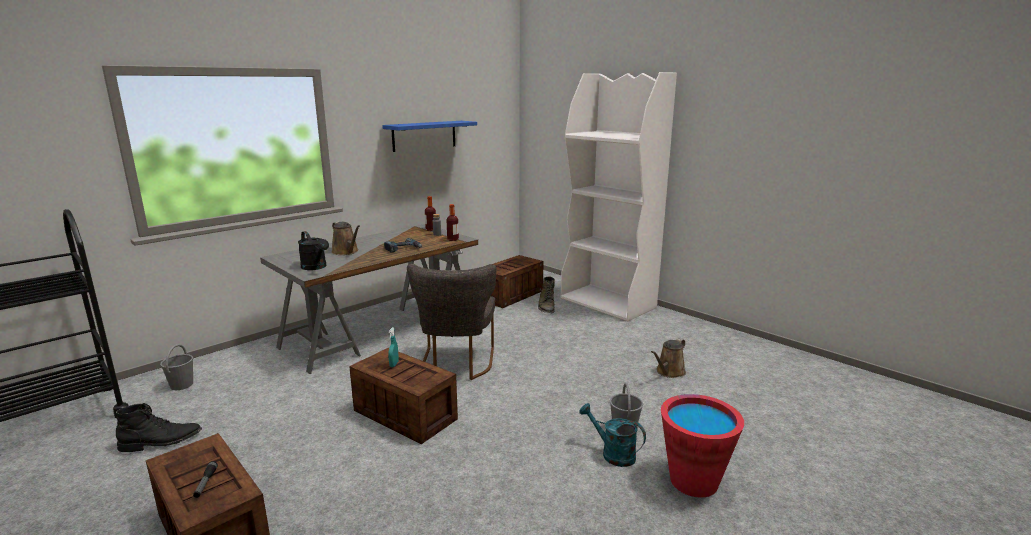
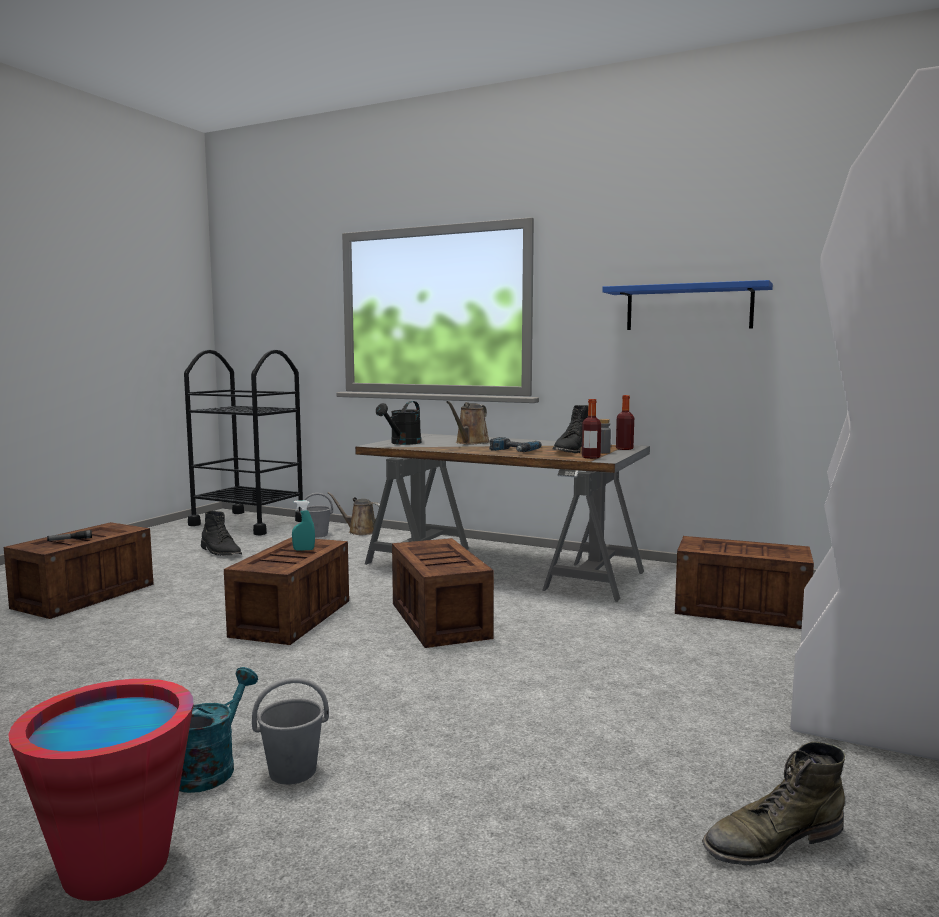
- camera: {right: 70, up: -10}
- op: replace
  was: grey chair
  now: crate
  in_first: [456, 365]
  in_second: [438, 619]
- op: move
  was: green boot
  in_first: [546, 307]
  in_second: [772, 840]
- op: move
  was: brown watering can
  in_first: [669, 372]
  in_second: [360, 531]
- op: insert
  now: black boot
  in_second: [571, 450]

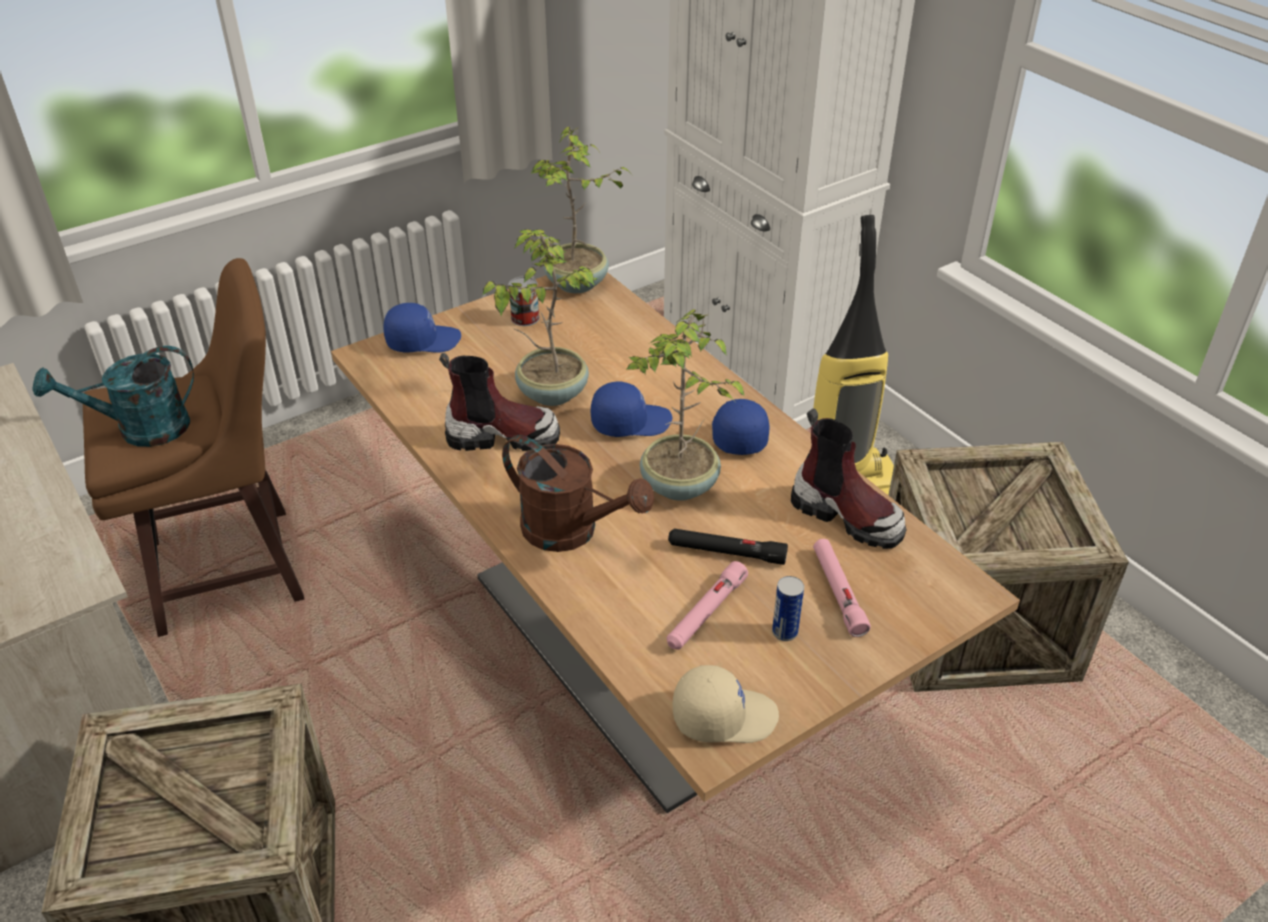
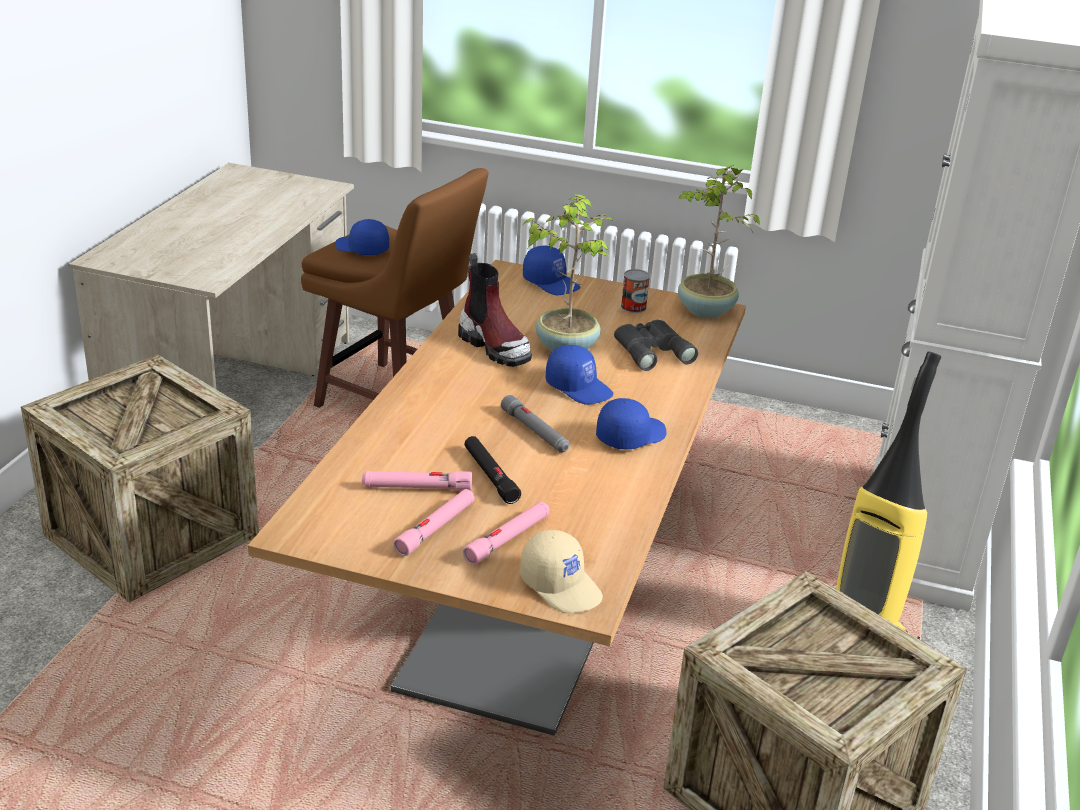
- camera: {right: 50, up: -10}
- op: replace
  was: turquoise watering can
  now: blue cap
  in_first: [140, 430]
  in_second: [361, 249]
- op: delete
  was: brown watering can
  in_first: [572, 531]
- op: replace
  was: potted plant
  now: grey flashlight
  in_first: [678, 487]
  in_second: [535, 431]
- op: move
  was: beige cap
  in_first: [724, 715]
  in_second: [561, 585]
- op: replace
  was: can
  now: pink flashlight
  in_first: [785, 632]
  in_second: [436, 528]
- op: delete
  was: boot
  in_first: [847, 515]
- op: insert
  now: grey binoculars
  in_second: [651, 350]

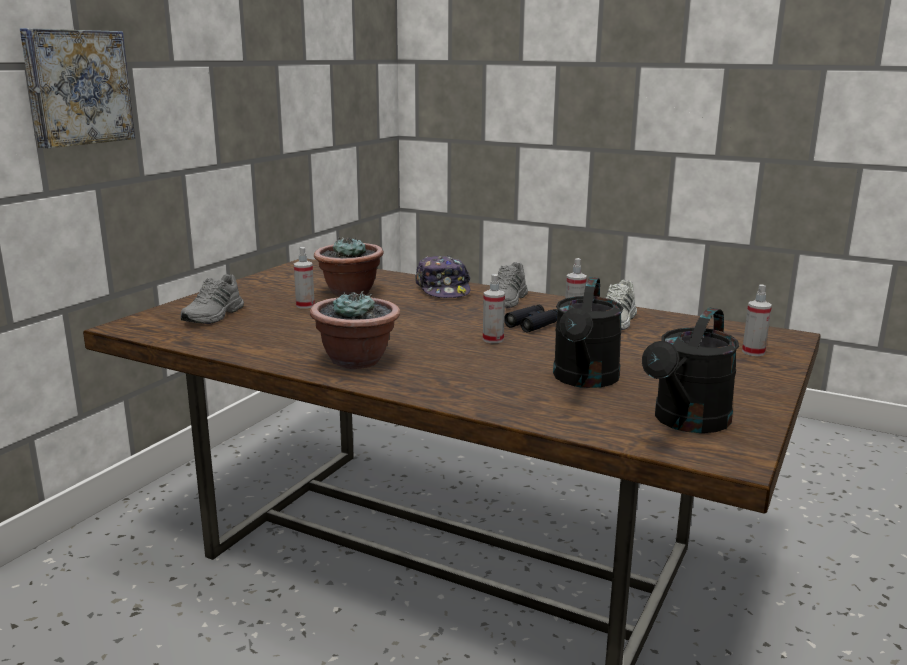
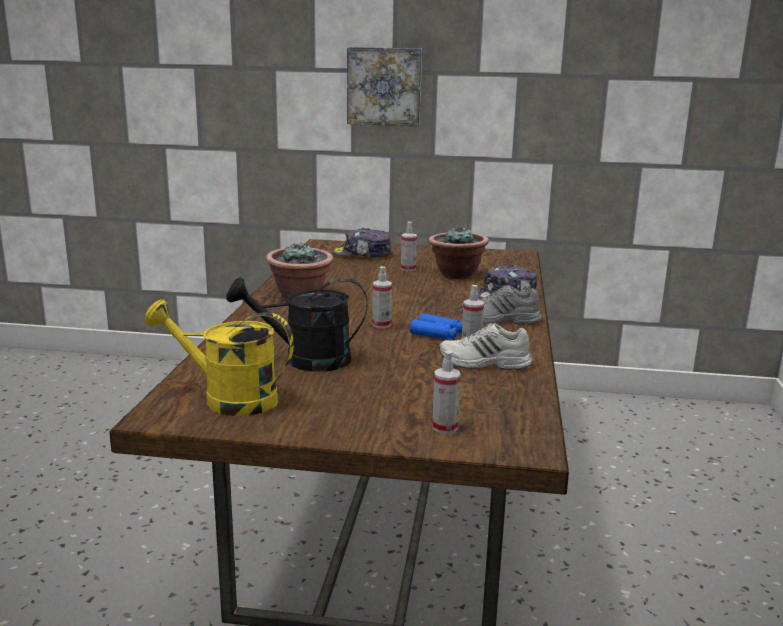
- camera: {right: 70, up: 0}
- op: replace
  was: grey shoe
  now: cap
  in_first: [214, 315]
  in_second: [362, 255]
- op: recolor
  was: black binoculars
  now: blue binoculars
  in_first: [533, 324]
  in_second: [437, 333]
- op: recolor
  was: black watering can
  now: yellow watering can
  in_first: [687, 422]
  in_second: [228, 399]

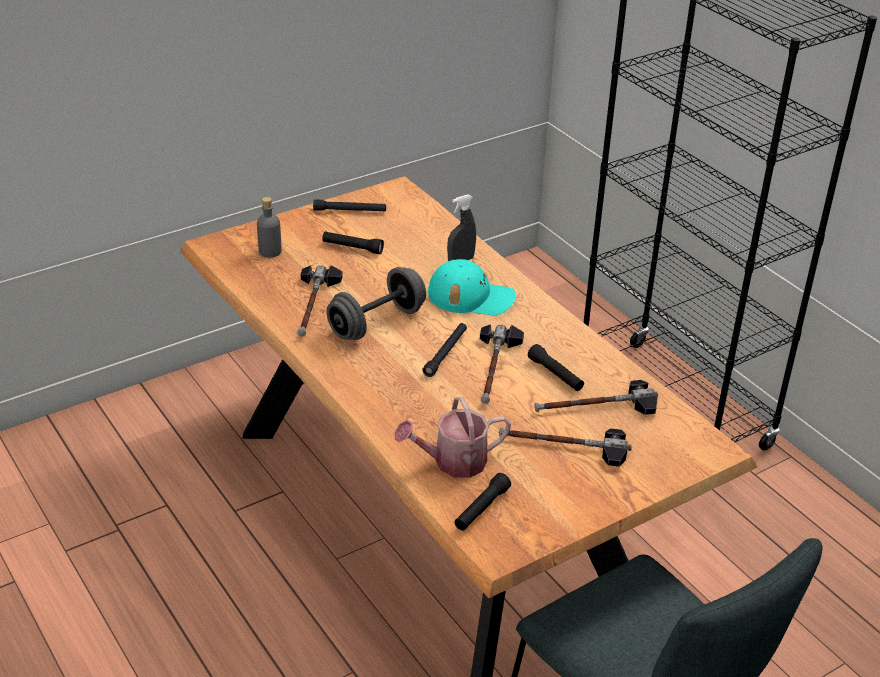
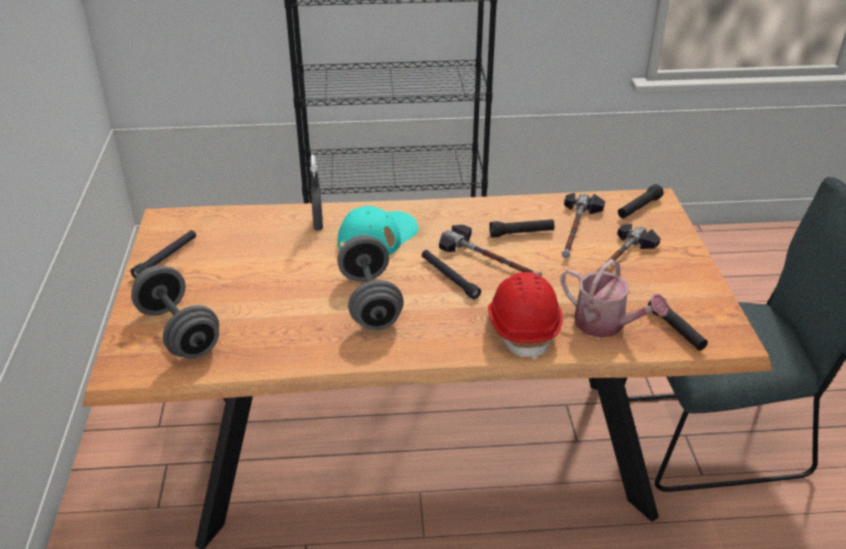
- camera: {right: -60, up: 0}
- op: replace
  was: grey bottle
  now: grey dumbbell
  in_first: [270, 251]
  in_second: [179, 332]
- op: delete
  was: hammer
  in_first: [314, 305]
- op: move
  was: black flashlight
  in_first: [352, 248]
  in_second: [639, 208]
- op: rotate
  was: watering can
  in_first: [453, 462]
  in_second: [606, 325]
  clockwise: -60
- op: insert
  now: red hard hat
  in_second: [523, 328]

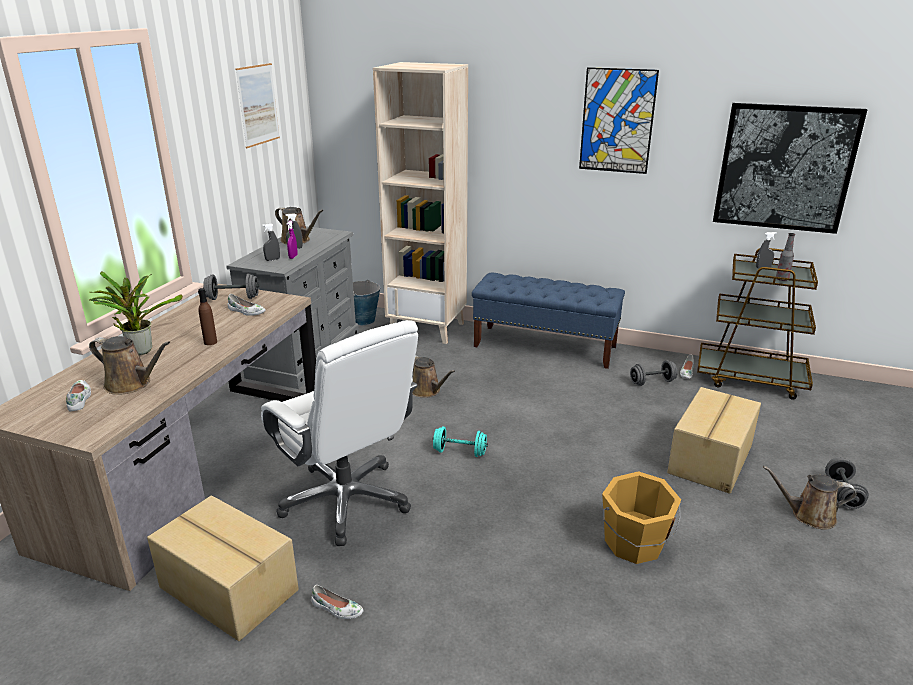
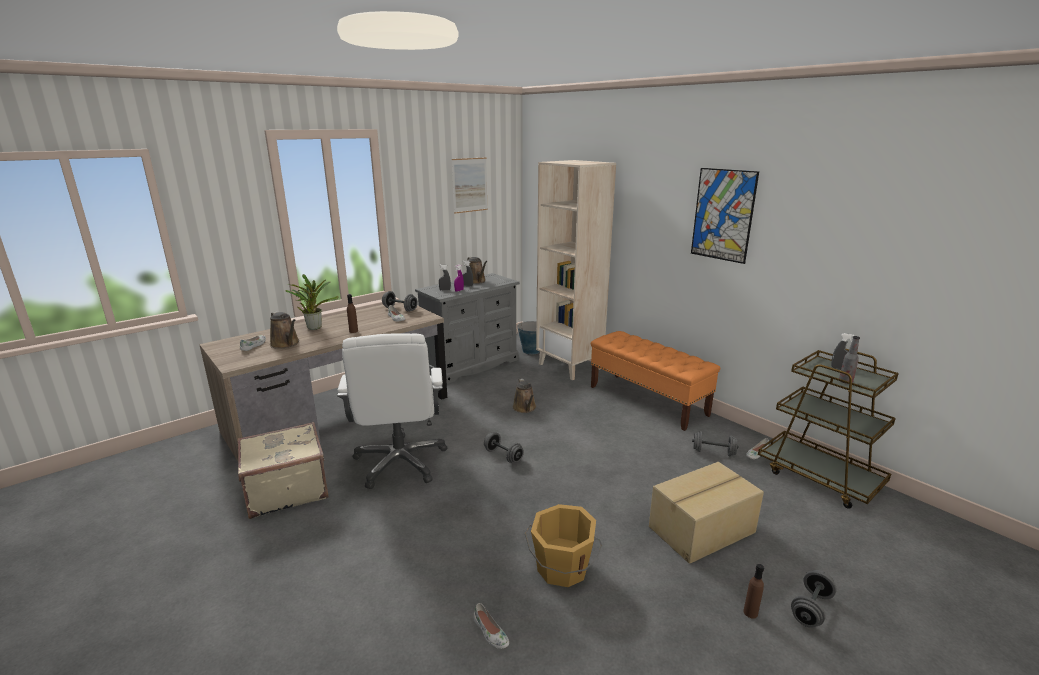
- camera: {right: 30, up: -5}
- op: replace
  was: cardboard box
  now: beige suitcase
  in_first: [228, 590]
  in_second: [286, 489]
- op: move
  was: white shoe
  in_first: [337, 609]
  in_second: [490, 632]
- op: recolor
  was: turquoise dumbbell
  now: grey dumbbell
  in_first: [460, 452]
  in_second: [503, 456]
- op: recolor
  was: blue bench
  now: orange bench
  in_first: [545, 346]
  in_second: [648, 400]
- op: delete
  was: picture
  in_first: [784, 168]
- op: replace
  was: brown watering can
  now: brown bottle
  in_first: [809, 515]
  in_second: [750, 612]

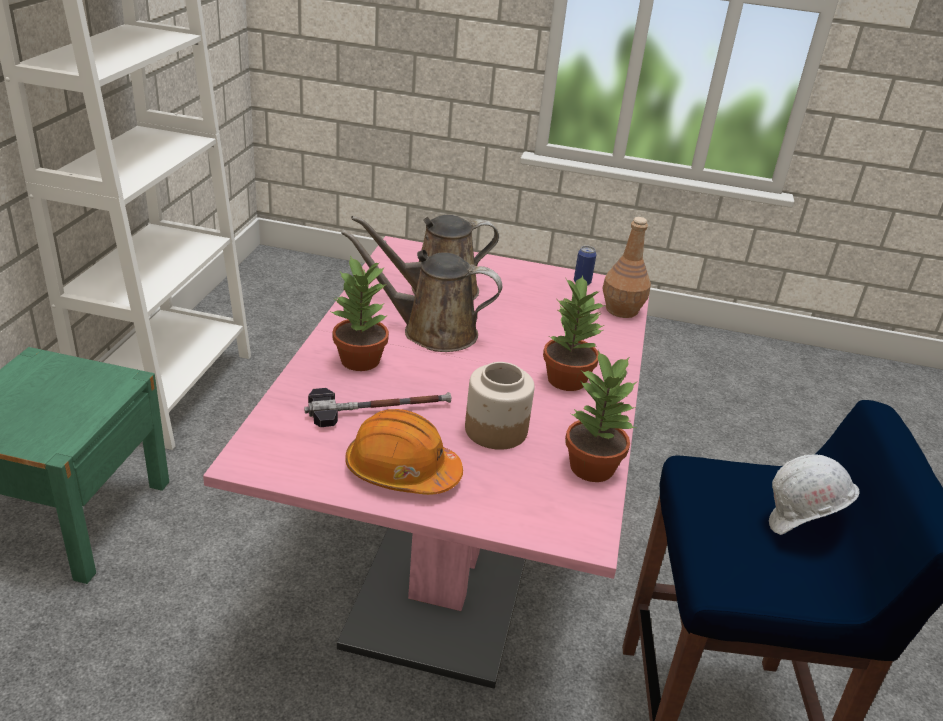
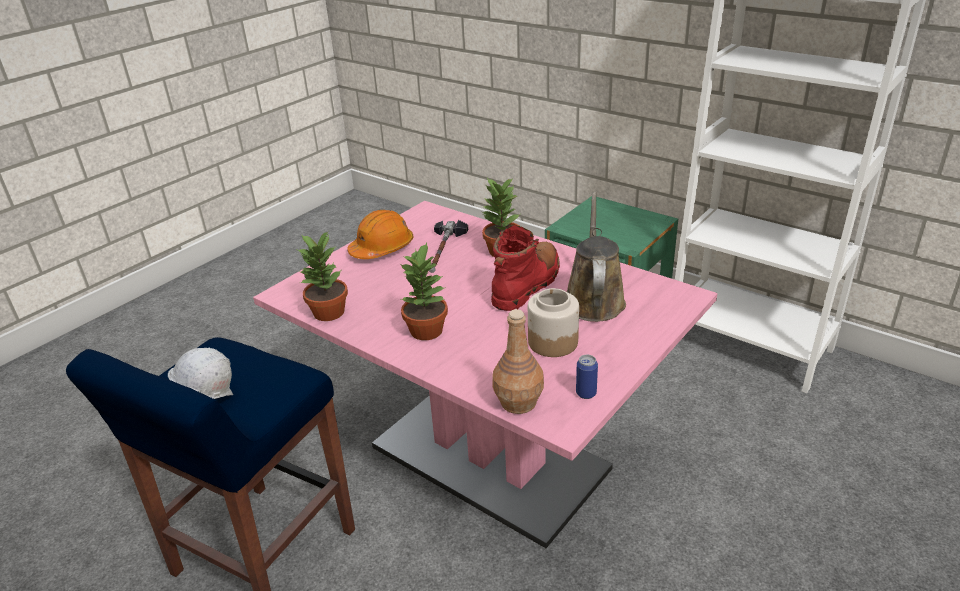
- camera: {right: 120, up: 0}
- op: replace
  was: brown watering can
  now: red boot
  in_first: [432, 331]
  in_second: [527, 285]
- op: move
  was: jar
  in_first: [495, 430]
  in_second: [552, 342]

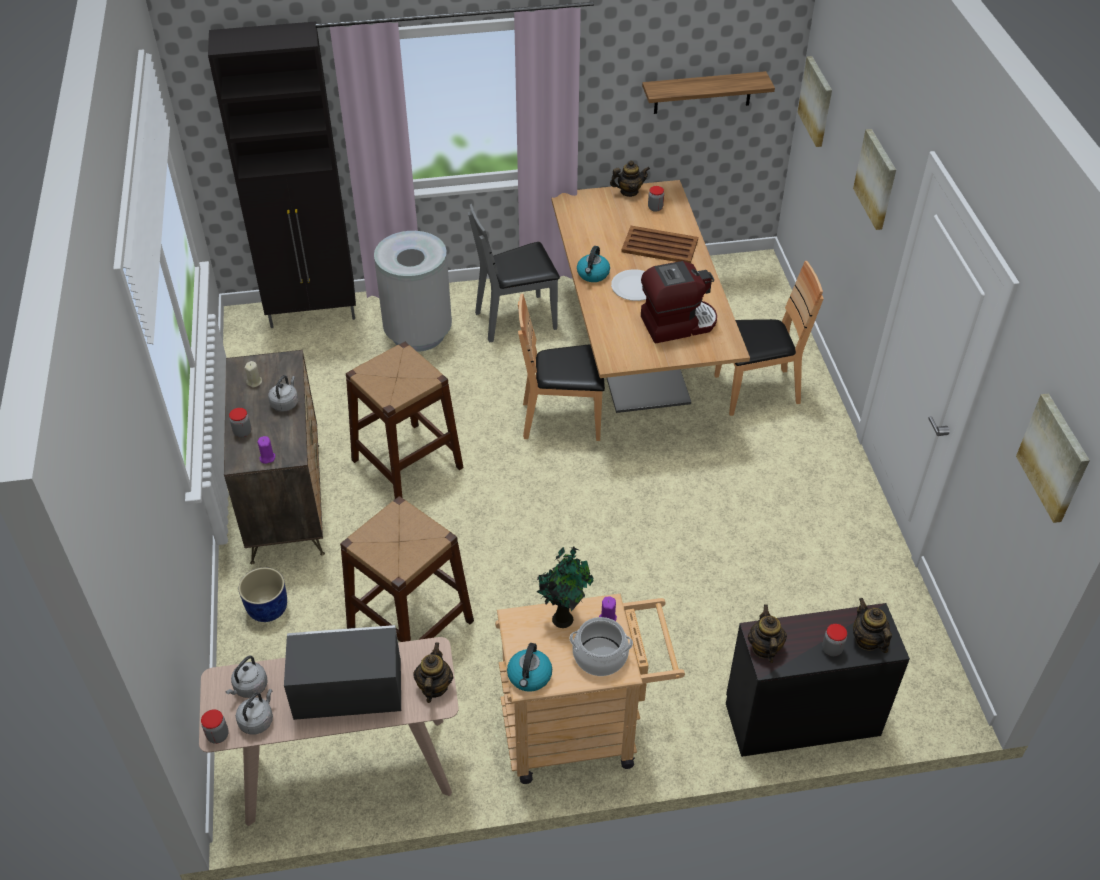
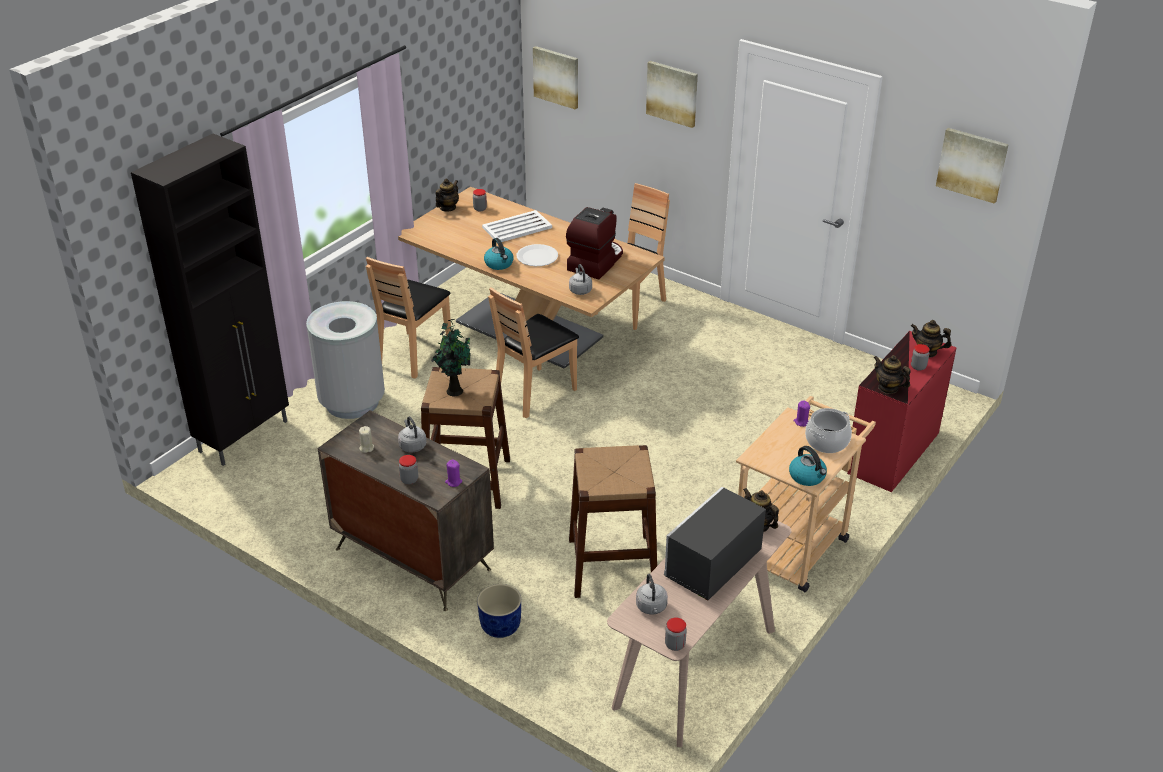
- camera: {right: -45, up: -10}
- op: move
  was: grey kettle
  in_first: [257, 720]
  in_second: [580, 290]
- op: recolor
  was: grey chair
  now: brown chair
  in_first: [516, 319]
  in_second: [414, 355]
- op: move
  was: potted plant
  in_first: [563, 617]
  in_second: [454, 390]
- op: recolor
  was: brown tray
  now: white tray
  in_first: [660, 246]
  in_second: [517, 227]
- op: delete
  was: shelf
  in_first: [703, 92]
- op: recolor
  was: black dresser
  now: red dresser
  in_first: [800, 717]
  in_second: [891, 452]

